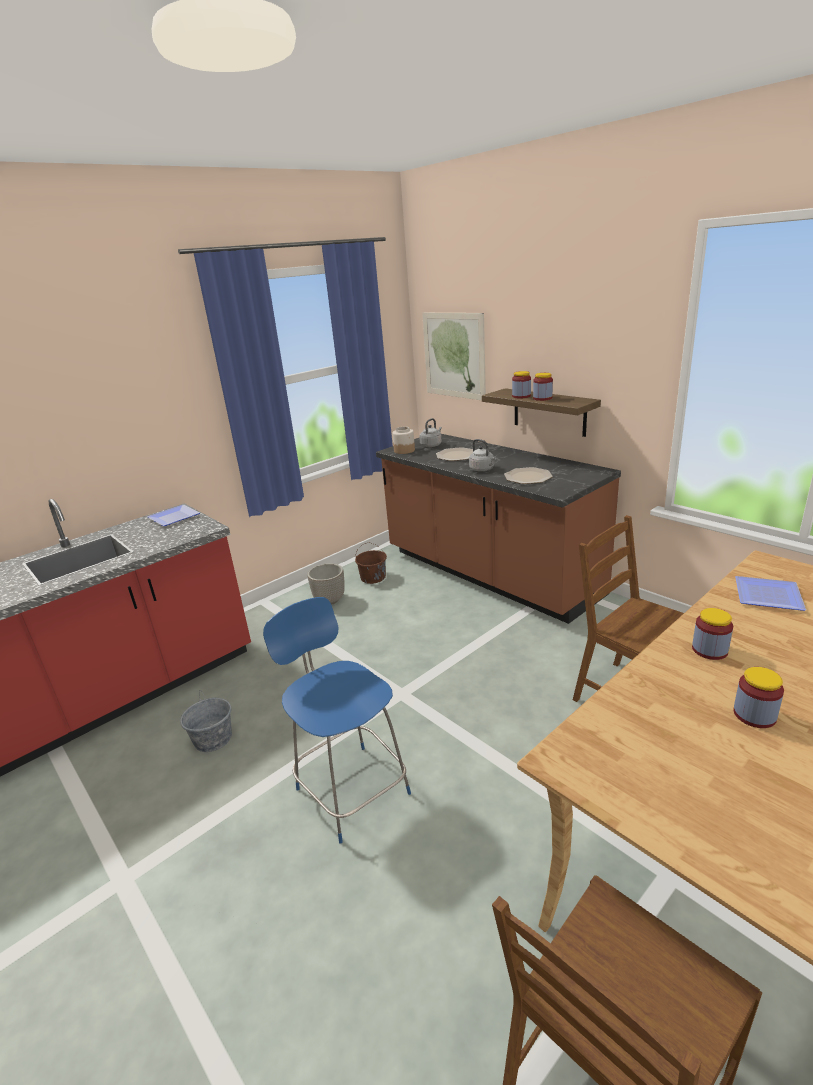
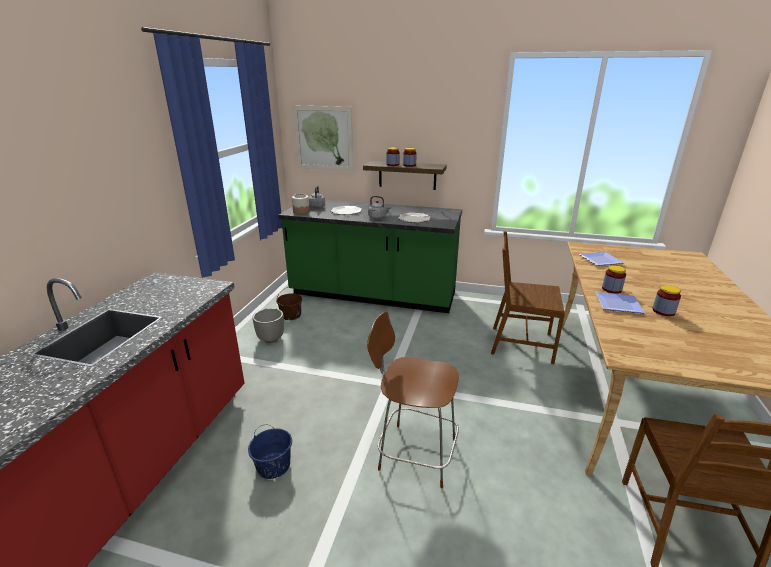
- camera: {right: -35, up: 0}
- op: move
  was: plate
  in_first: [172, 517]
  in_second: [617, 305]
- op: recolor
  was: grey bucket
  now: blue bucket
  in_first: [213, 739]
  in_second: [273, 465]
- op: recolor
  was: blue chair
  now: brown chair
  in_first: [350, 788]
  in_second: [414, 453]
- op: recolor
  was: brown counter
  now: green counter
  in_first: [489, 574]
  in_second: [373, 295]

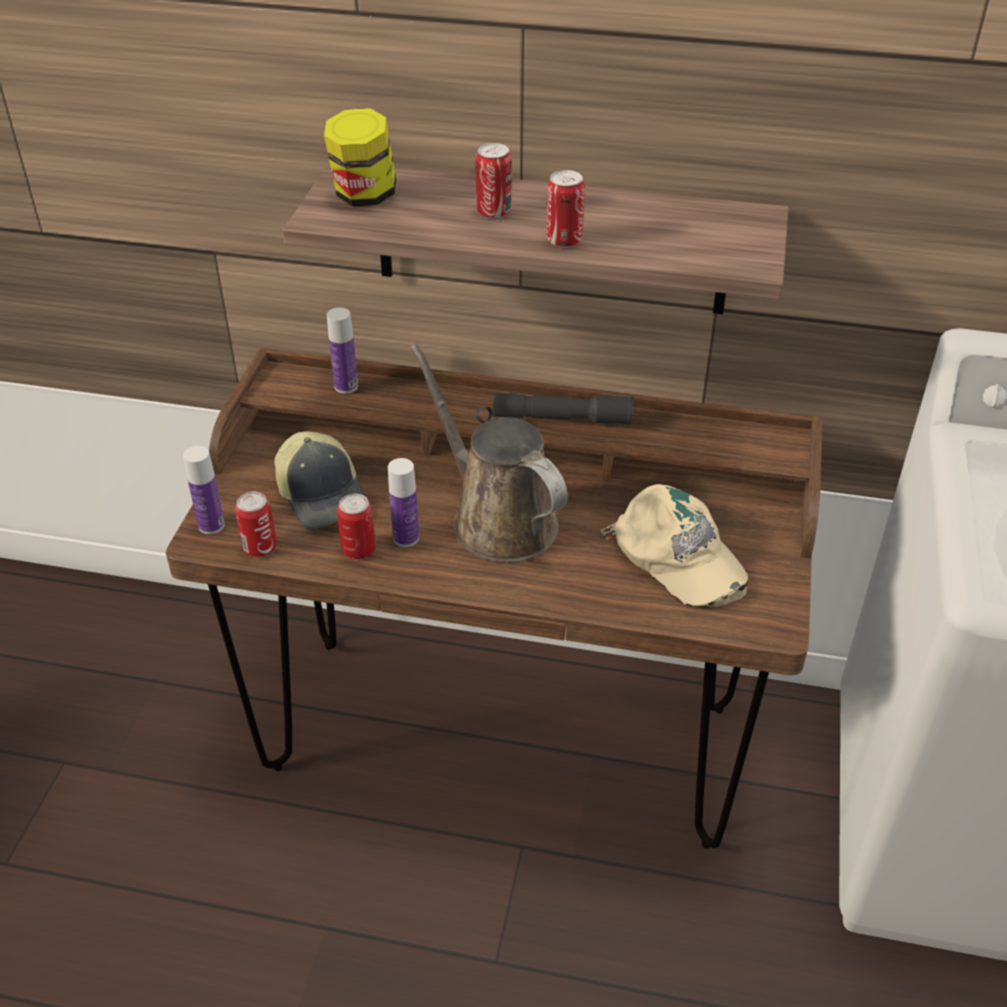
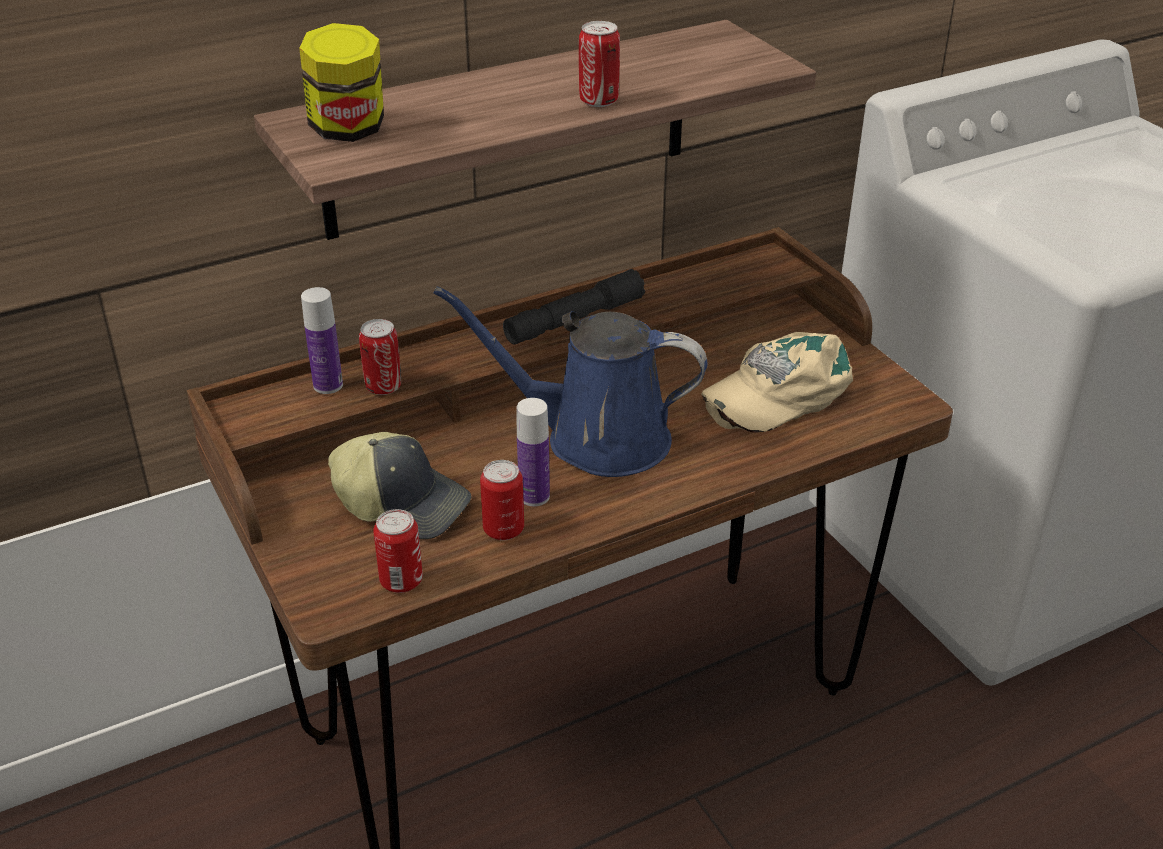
- camera: {right: -40, up: -5}
- op: delete
  was: bottle
  in_first: [211, 525]
- op: recolor
  was: brown watering can
  now: blue watering can
  in_first: [497, 519]
  in_second: [595, 438]
- op: move
  was: can
  in_first: [493, 212]
  in_second: [383, 387]
- op: rotate
  was: beige cap
  in_first: [677, 557]
  in_second: [777, 392]
  clockwise: 135

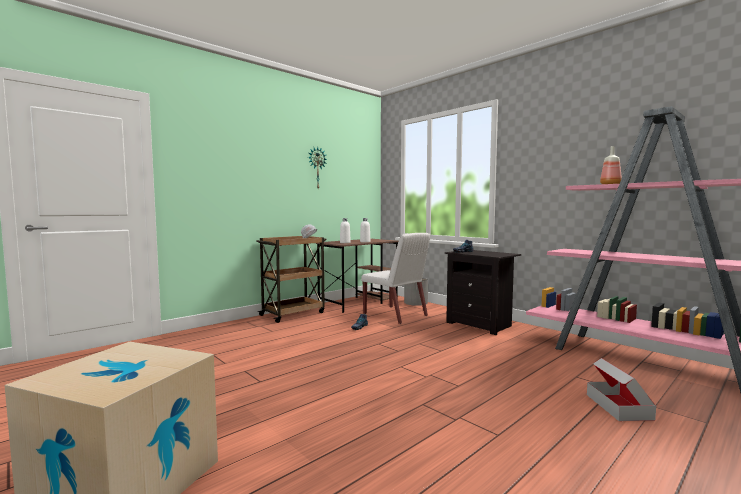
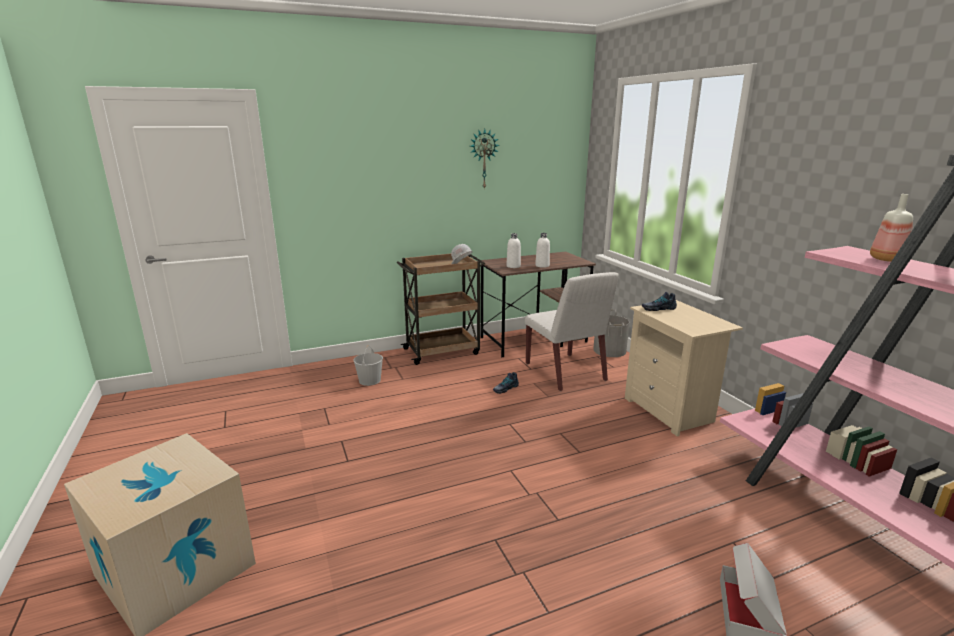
- camera: {right: 20, up: 15}
- op: recolor
  was: black nightstand
  now: beige nightstand
  in_first: [481, 324]
  in_second: [671, 411]
- op: insert
  now: white bucket
  in_second: [369, 380]

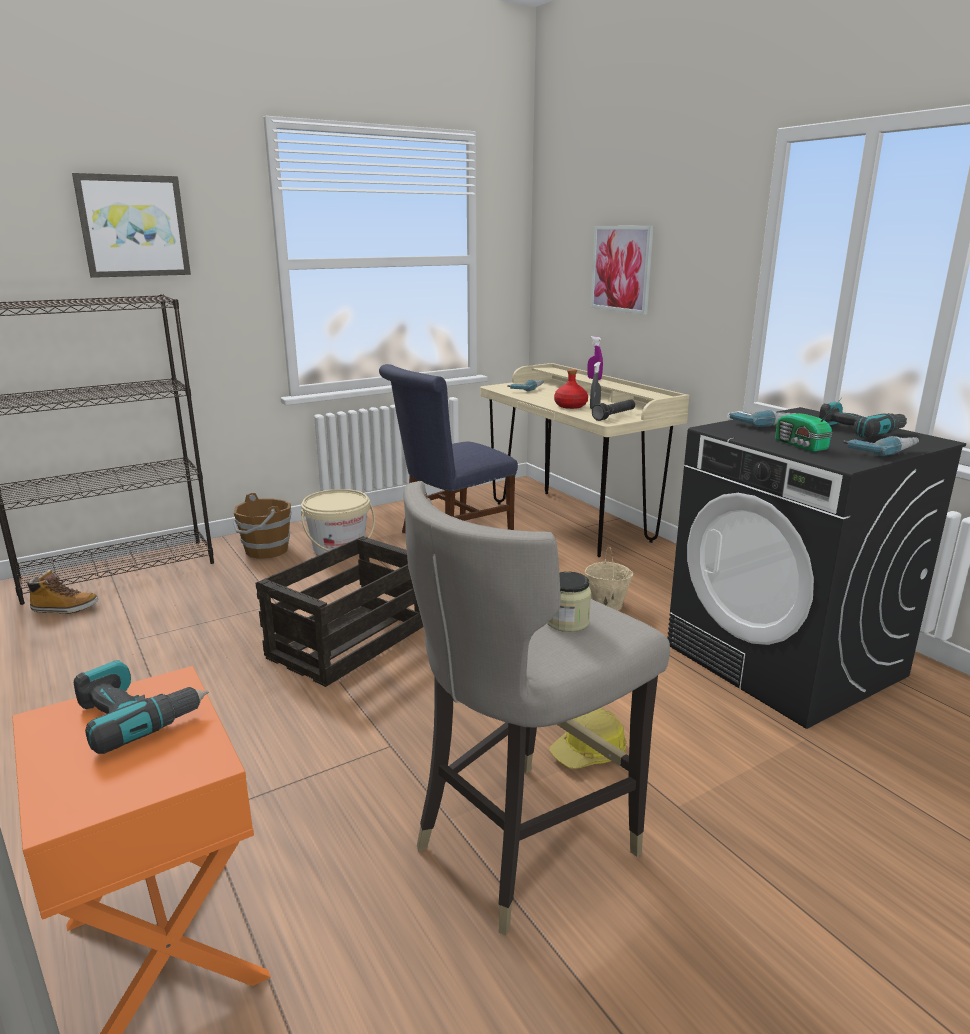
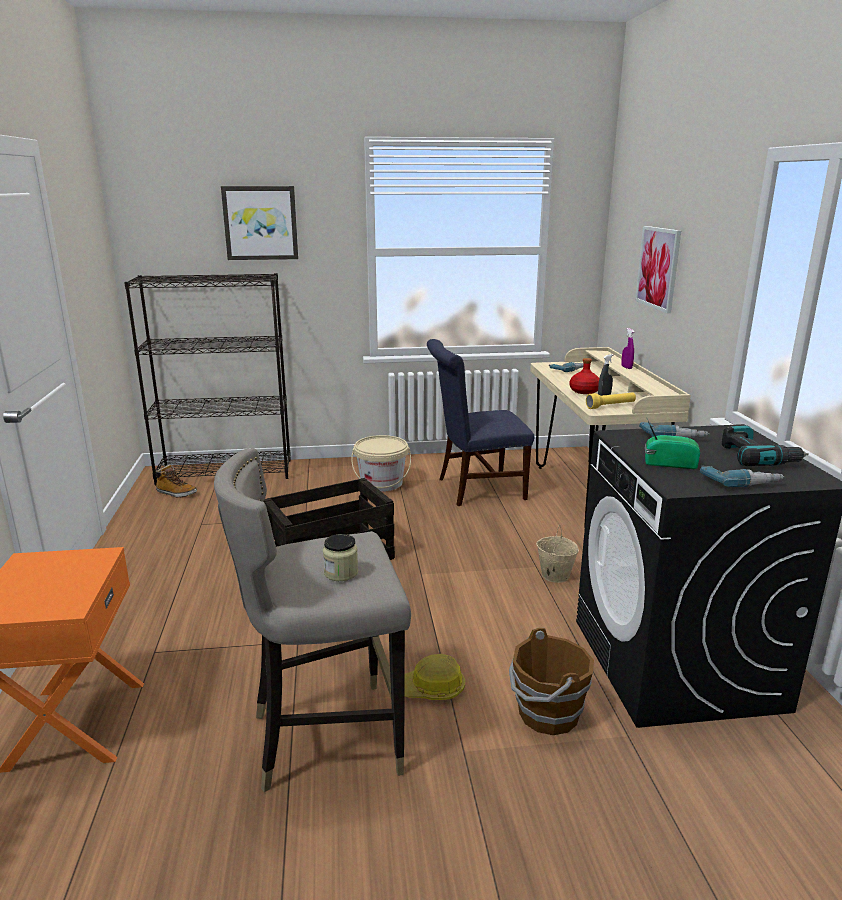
- camera: {right: 25, up: 0}
- op: delete
  was: power drill
  in_first: [136, 716]
- op: move
  was: brown bucket
  in_first: [265, 550]
  in_second: [546, 714]
- op: recolor
  was: black flashlight
  now: yellow flashlight
  in_first: [614, 416]
  in_second: [610, 406]
- op: rotate
  was: radio
  in_first: [801, 445]
  in_second: [668, 463]
  clockwise: 105

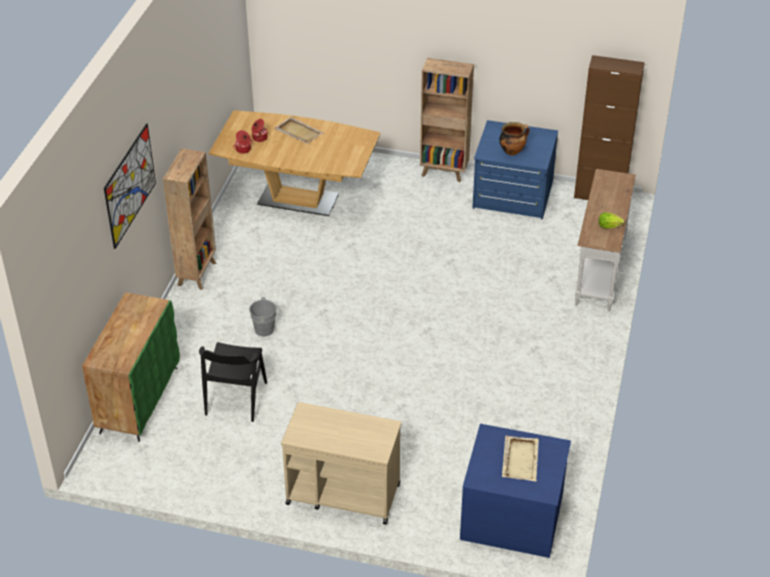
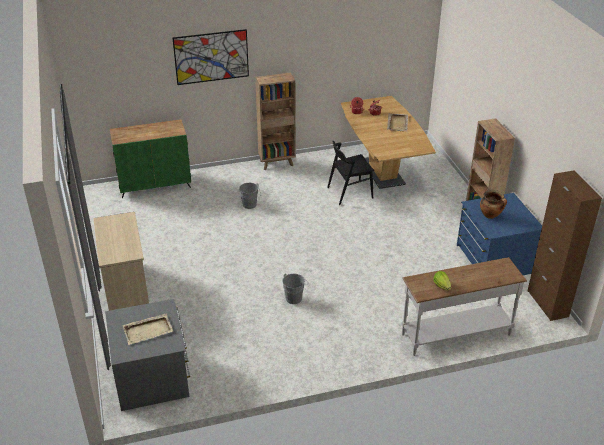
- camera: {right: 60, up: -5}
- op: move
  was: black chair
  in_first: [235, 399]
  in_second: [349, 192]
- op: recolor
  was: blue dresser
  now: grey dresser
  in_first: [512, 515]
  in_second: [152, 376]
- op: insert
  now: grey bucket
  in_second: [295, 297]

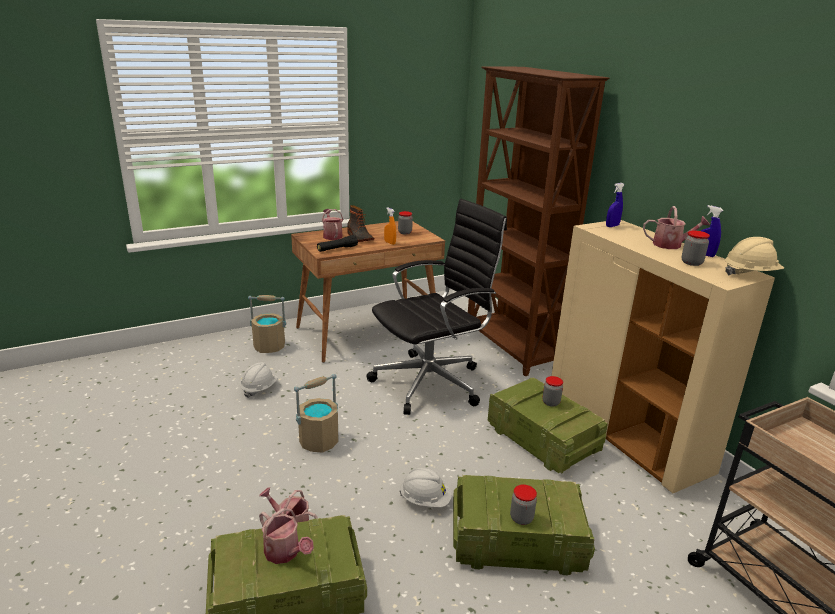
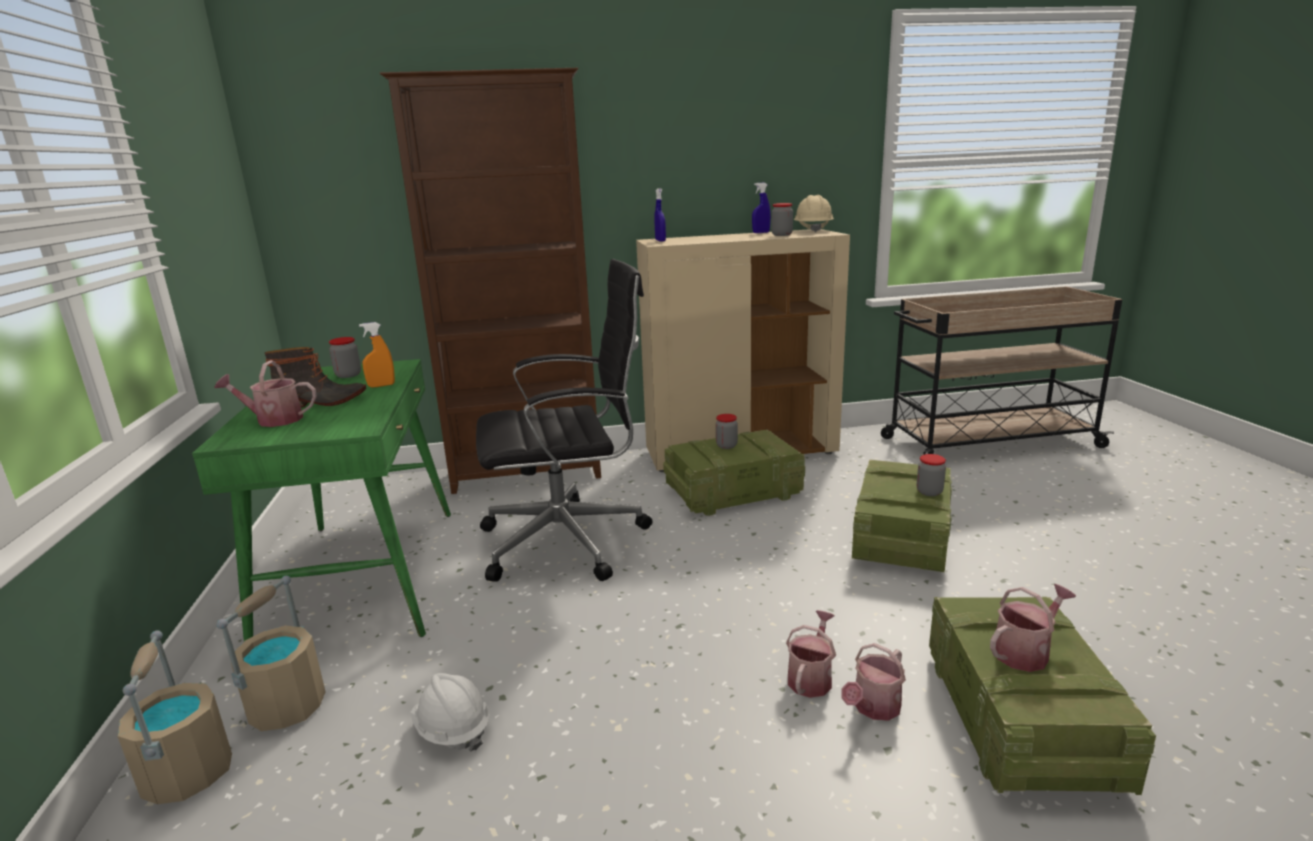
- camera: {right: -70, up: -5}
- op: recolor
  was: brown desk
  now: green desk
  in_first: [368, 332]
  in_second: [364, 575]
- op: move
  was: beige bucket
  in_first: [319, 441]
  in_second: [188, 773]
- op: delete
  was: black flashlight
  in_first: [337, 249]
- op: rotate
  was: black office chair
  in_first: [431, 382]
  in_second: [569, 540]
  clockwise: 90
- op: delete
  was: white hard hat
  in_first: [425, 500]
- op: move
  was: watering can
  in_first: [671, 245]
  in_second: [811, 677]

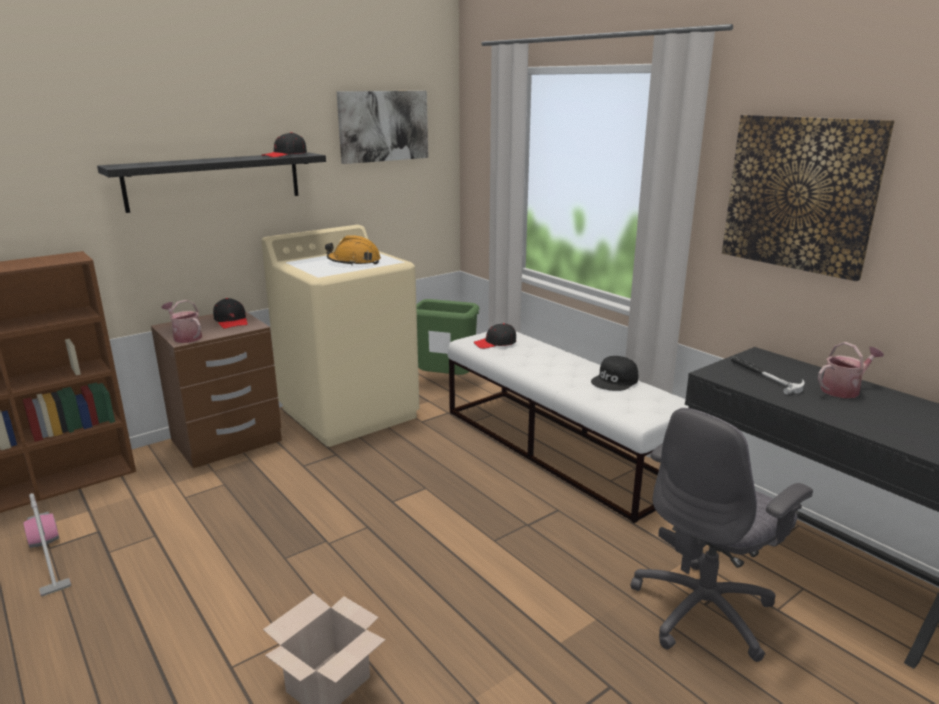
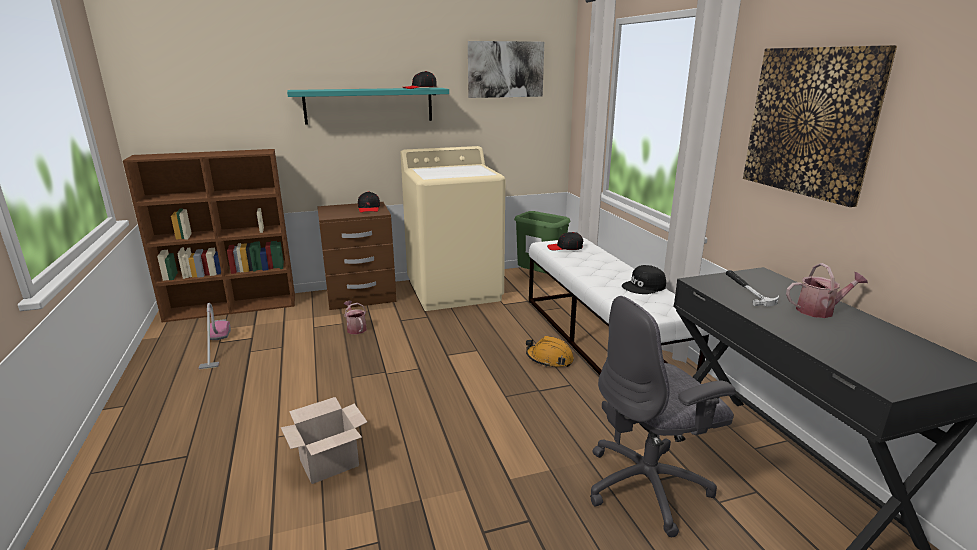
- camera: {right: 20, up: 0}
- op: recolor
  was: black shelf
  now: turquoise shelf
  in_first: [214, 181]
  in_second: [369, 105]
- op: move
  was: watering can
  in_first: [185, 337]
  in_second: [355, 328]
- op: move
  was: orange hard hat
  in_first: [354, 262]
  in_second: [549, 359]

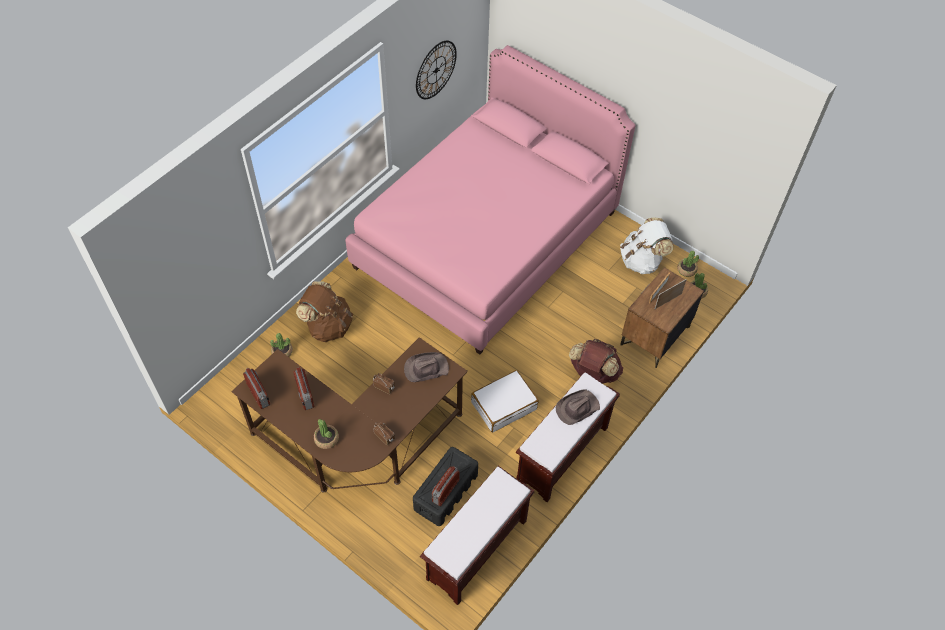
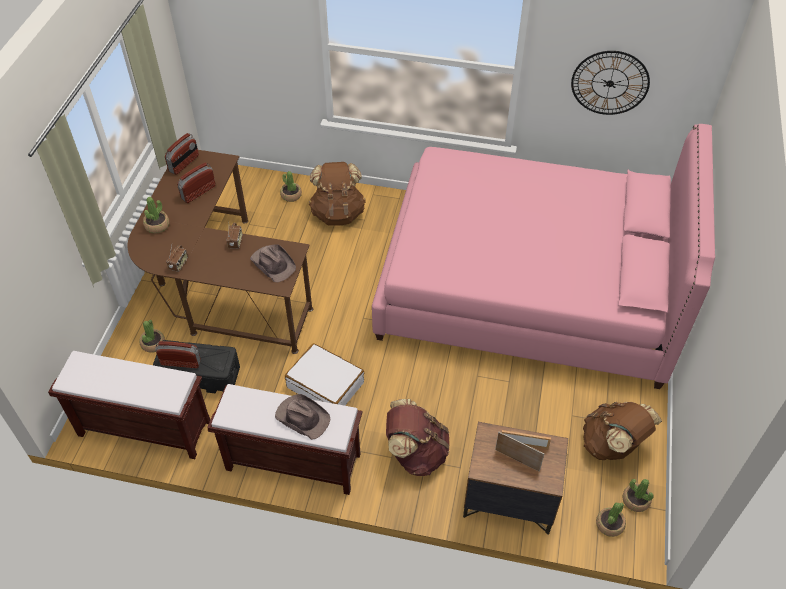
- camera: {right: 65, up: -5}
- op: recolor
  was: white backpack
  now: brown backpack
  in_first: [642, 261]
  in_second: [612, 445]
- op: insert
  now: potted plant
  in_second: [153, 344]

